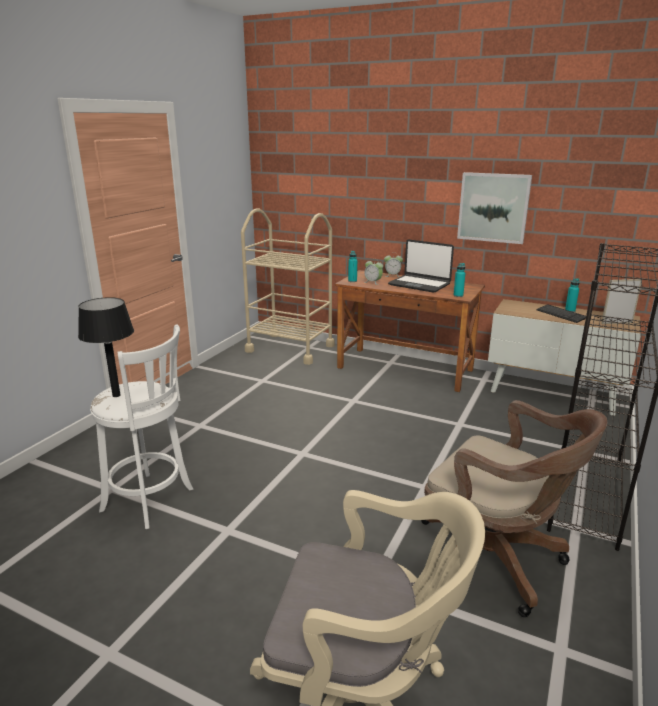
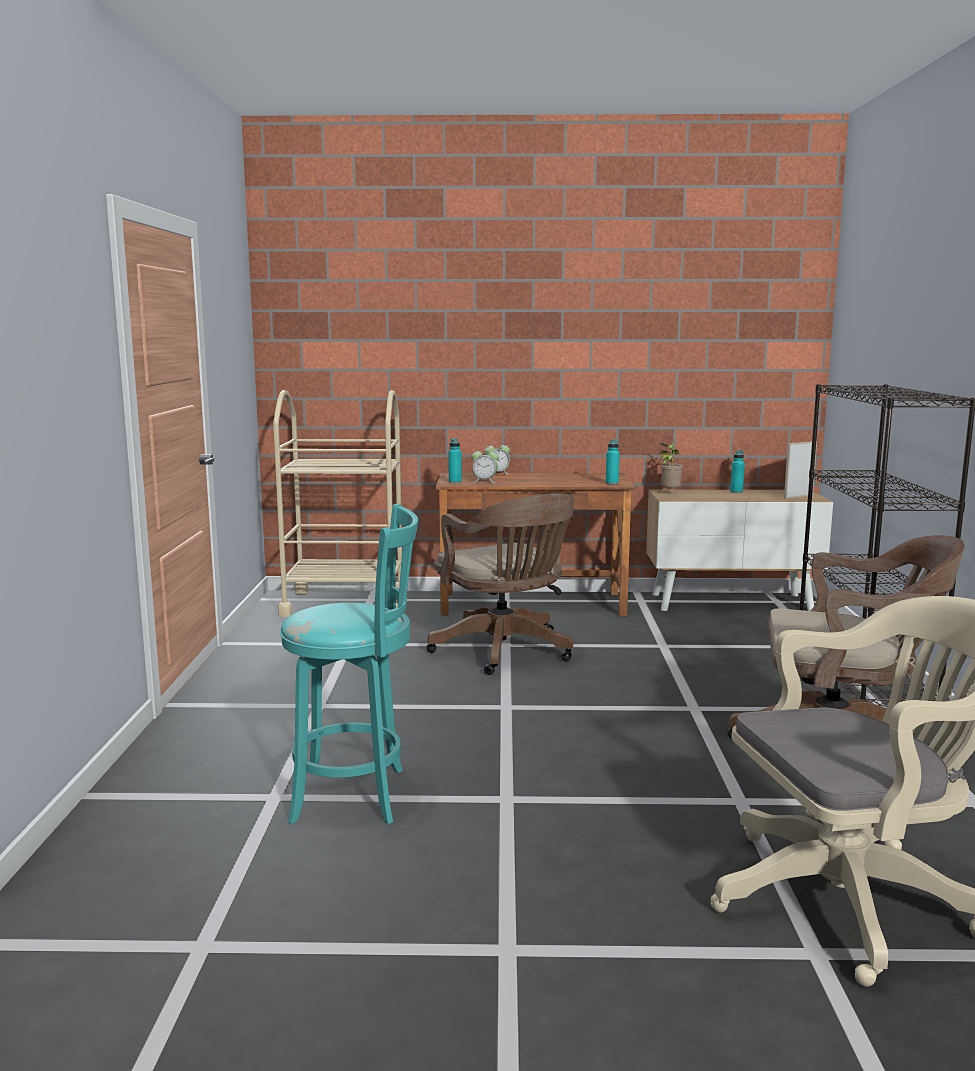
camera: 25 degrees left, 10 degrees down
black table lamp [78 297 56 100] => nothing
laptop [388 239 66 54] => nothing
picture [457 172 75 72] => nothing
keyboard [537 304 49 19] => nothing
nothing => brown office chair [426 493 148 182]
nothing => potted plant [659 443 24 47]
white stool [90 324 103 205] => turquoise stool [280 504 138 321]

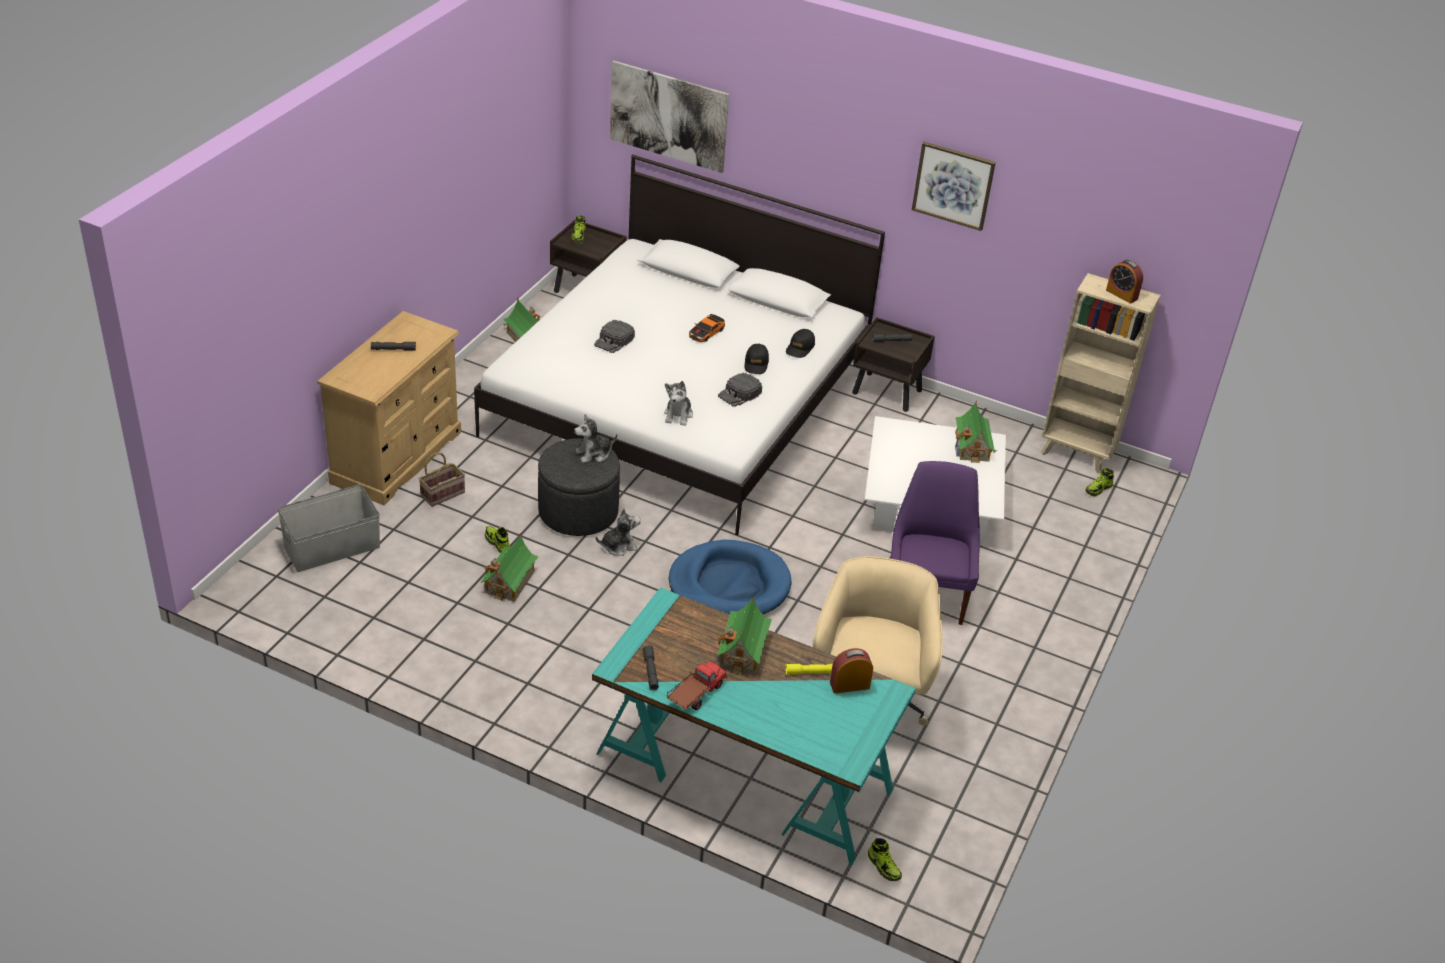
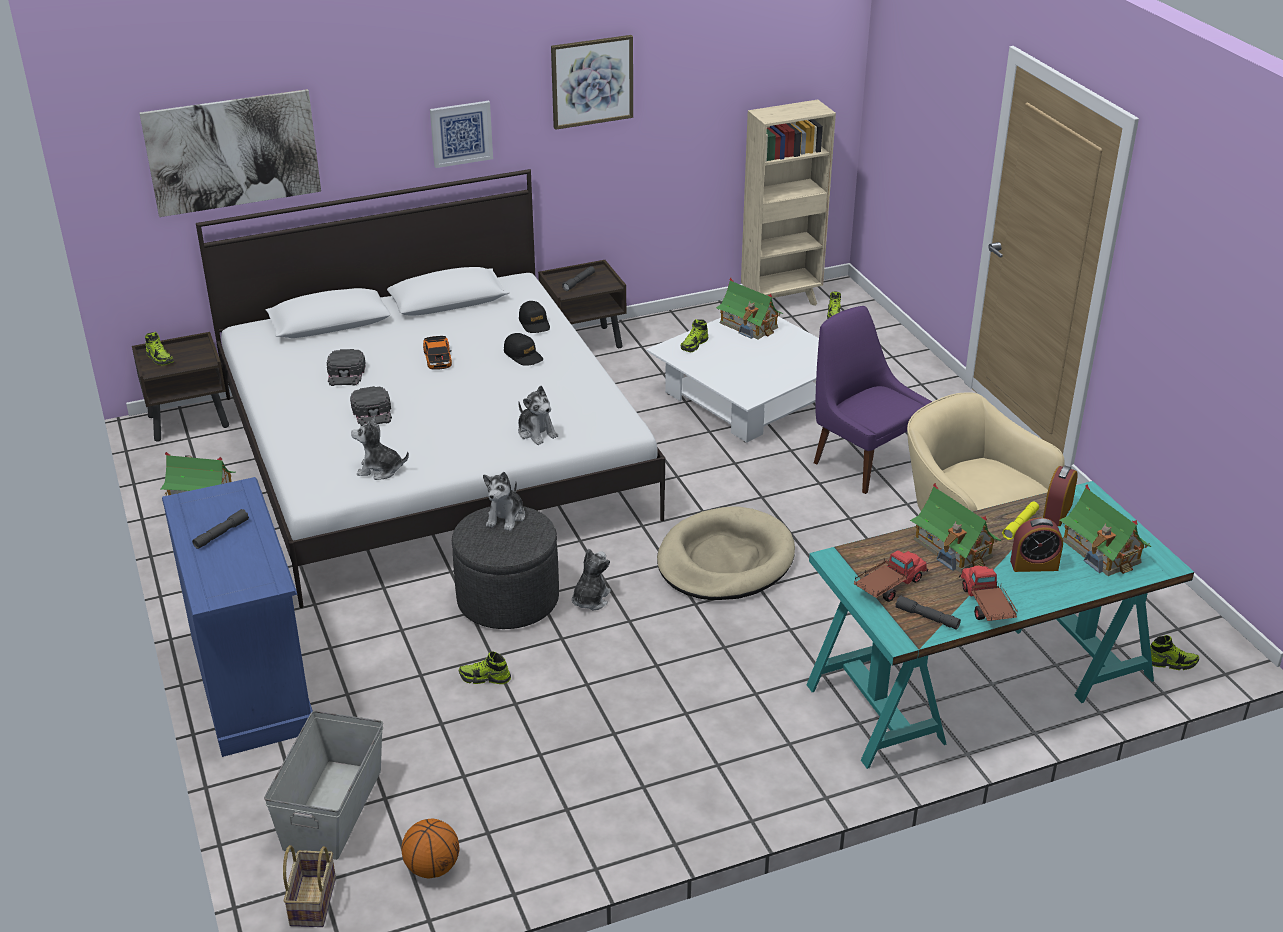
camera: 45 degrees left, 5 degrees down
nothing => plush toy [351 417 58 63]
nothing => basketball [401 819 58 59]
nothing => picture [430 101 63 67]
nothing => shoe [681 319 27 33]
nothing => toy truck [854 550 75 52]
basket [419 452 46 55] => basket [283 845 53 82], moved
toy house [481 533 57 69] => toy house [1060 484 92 92], moved
black cap [718 373 44 33] => black cap [327 349 39 37], moved
alarm clock [1106 260 37 44] => alarm clock [1010 518 53 54], moved
beige dresser [317 311 144 194] => blue dresser [162 477 151 280]
blue dog bed [669 540 123 75] => beige dog bed [657 506 138 94]

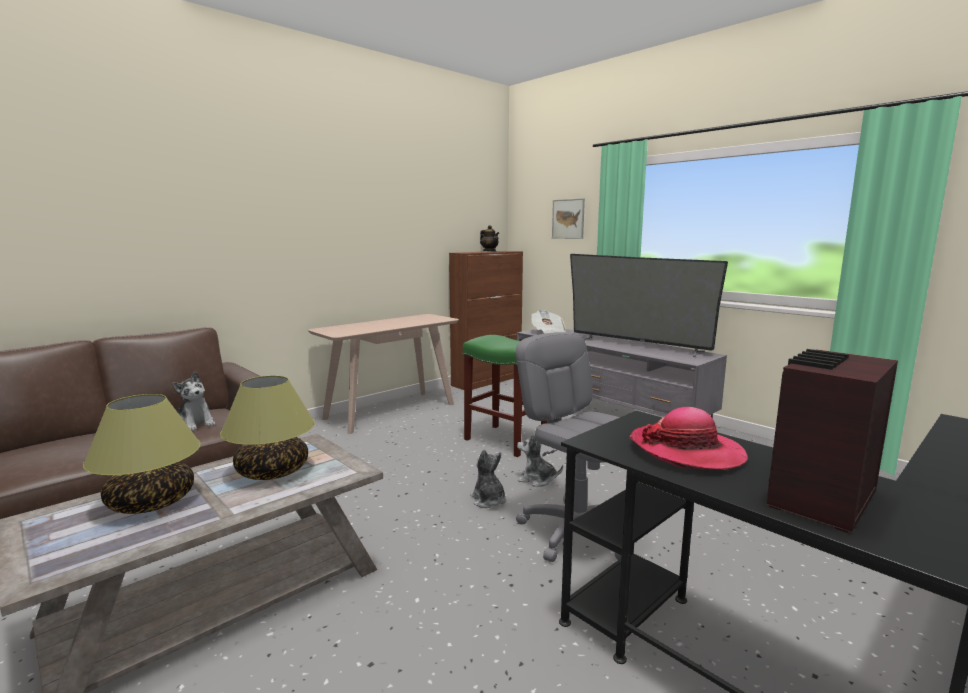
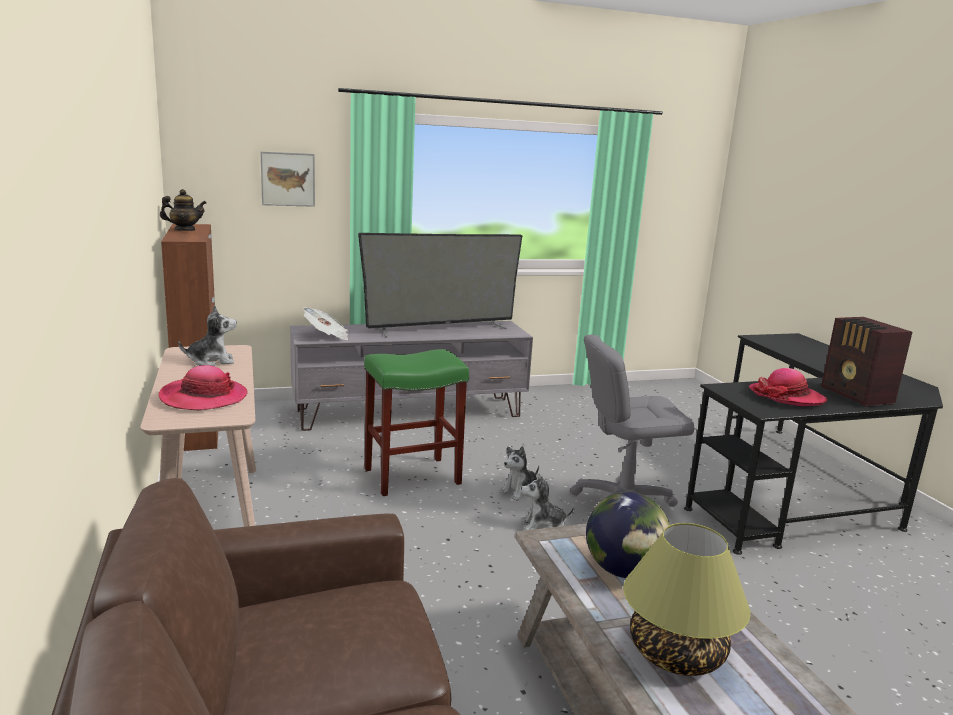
camera: 65 degrees left, 5 degrees up
nothing => hat [159 365 89 45]
plush toy [172 372 43 59] => plush toy [178 305 59 62], moved
table lamp [220 375 95 105] => globe [586 492 84 86]

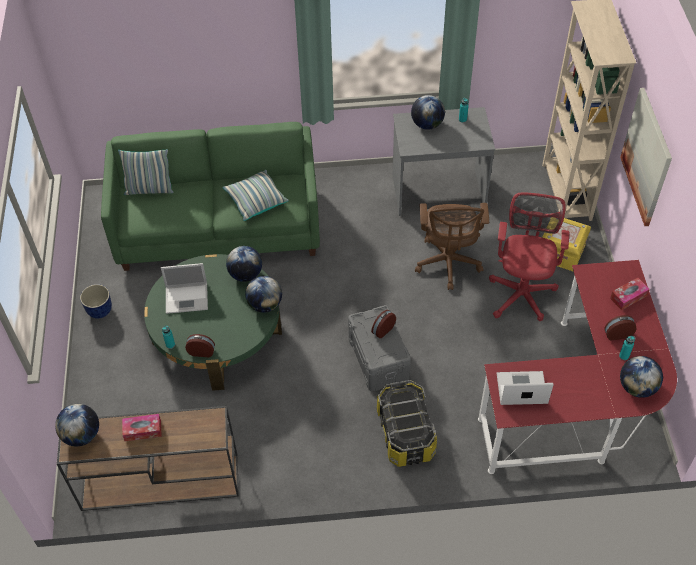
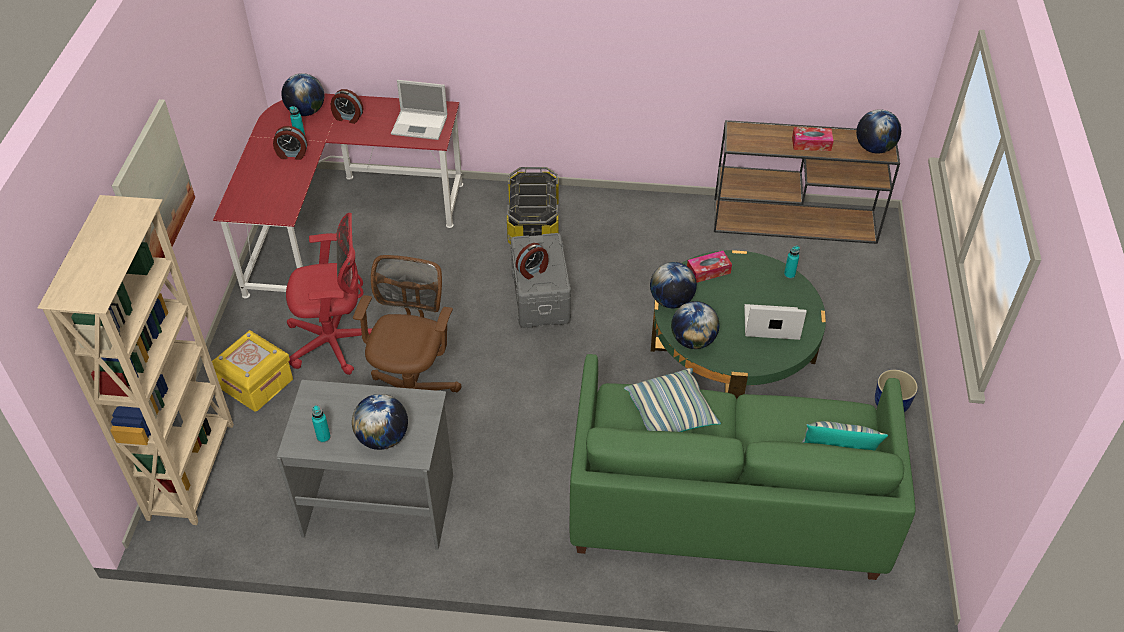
camera: 170 degrees left, 5 degrees down
alarm clock [185 334 30 23] => alarm clock [331 89 32 35], moved
tissue box [610 278 40 32] => tissue box [687 251 45 32], moved
red office chair [489 193 80 128] => red office chair [286 213 86 162], 120 degrees counterclockwise

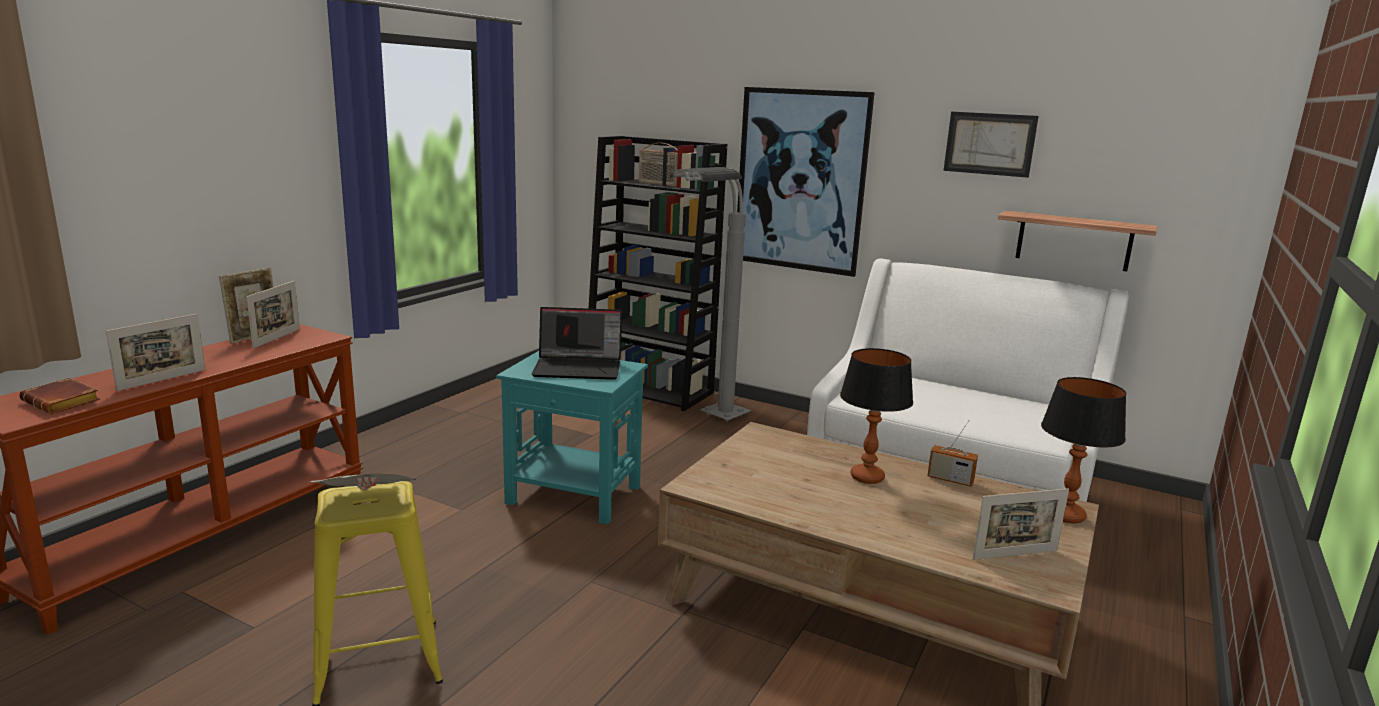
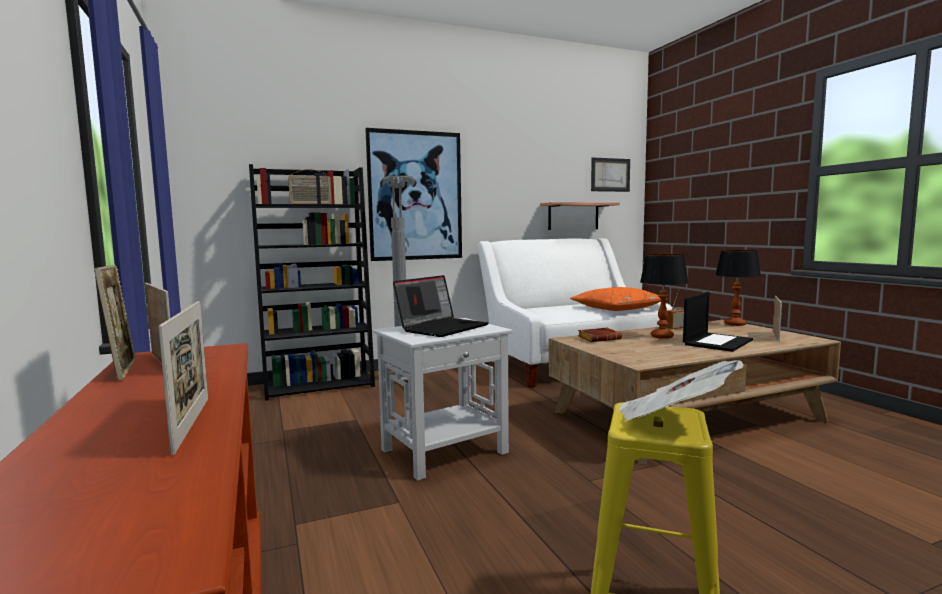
camera: 50 degrees left, 10 degrees down
nothing => orange pillow [570 287 97 24]
nothing => laptop [683 292 70 60]
brown book [19 378 81 36] => brown book [578 328 44 14], moved
picture [943 112 96 66] => picture [591 157 39 35], moved
turquoise side table [496 351 152 173] => white side table [372 318 141 163]

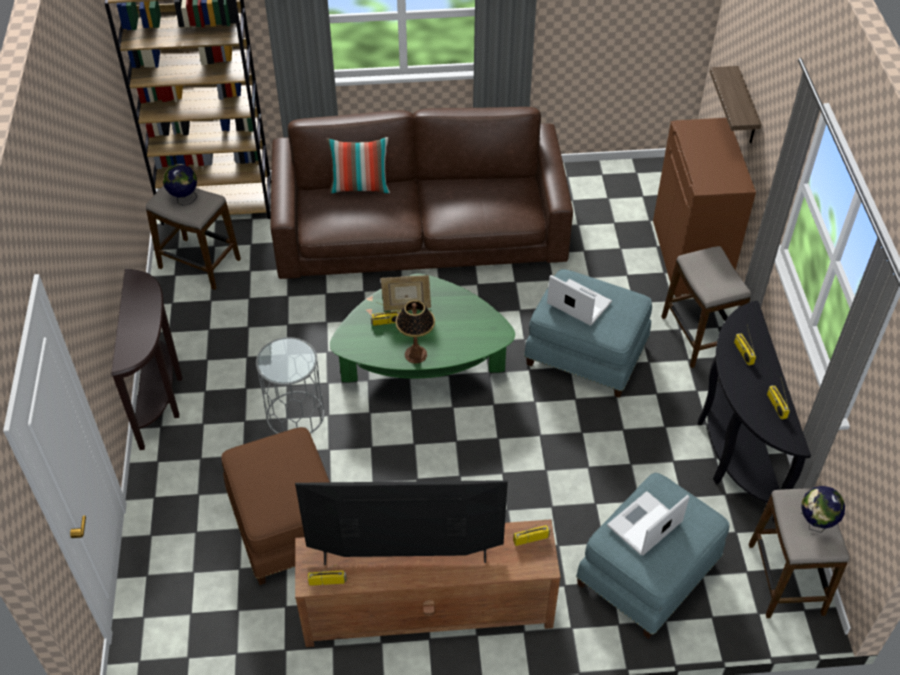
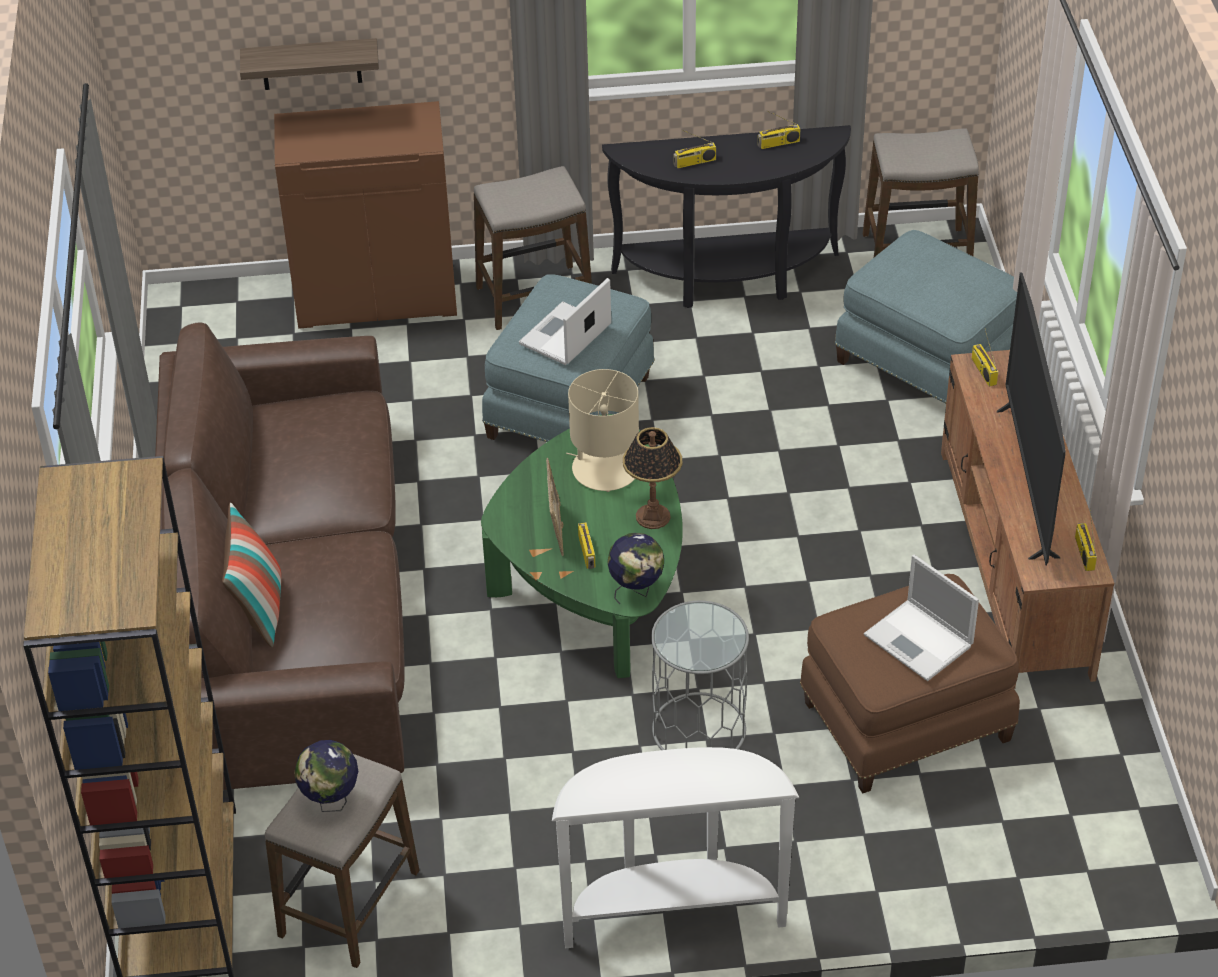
camera: 90 degrees left, 5 degrees down
nothing => beige table lamp [566 369 73 123]
laptop [607 491 82 64] => laptop [864 555 115 126], moved
globe [800 486 45 47] => globe [608 533 56 71], moved
brown console table [111 269 71 181] => white console table [552 747 247 201]

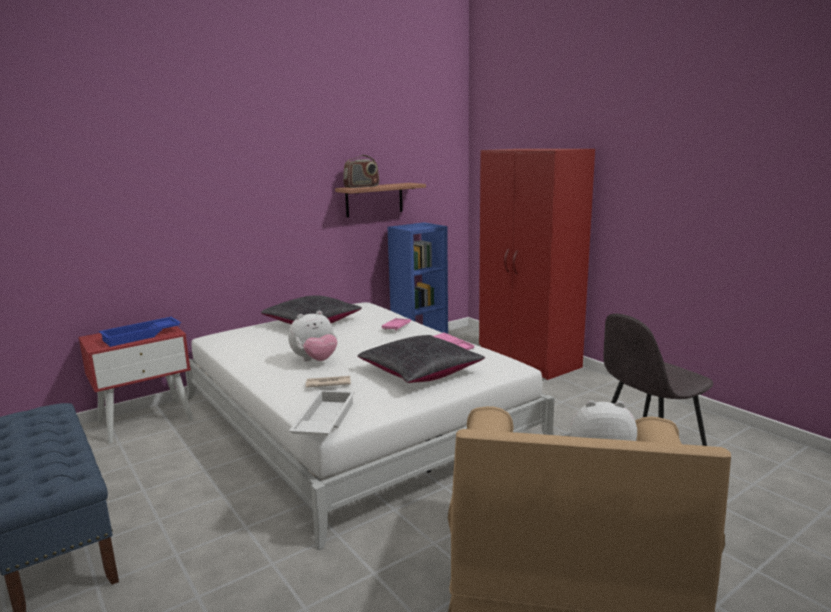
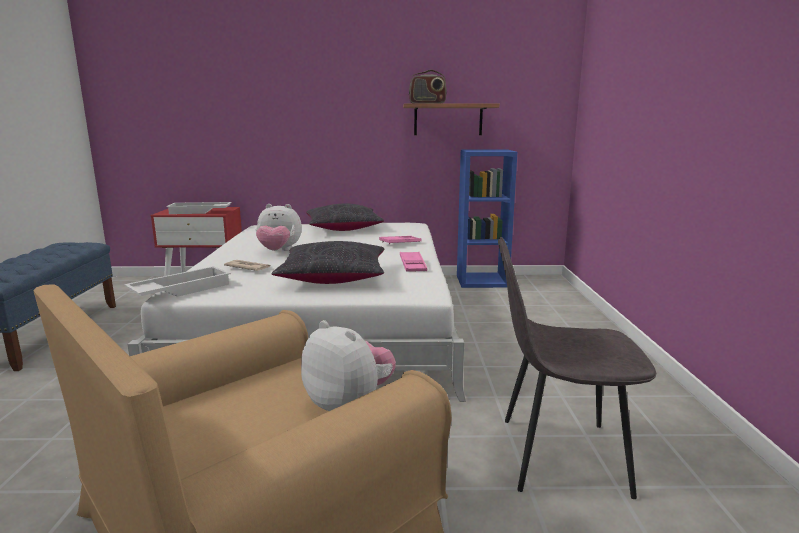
camera: 35 degrees right, 0 degrees up
red wardrobe [479 149 116 231] => nothing
blue tray [99 317 82 30] => white tray [166 202 66 12]

